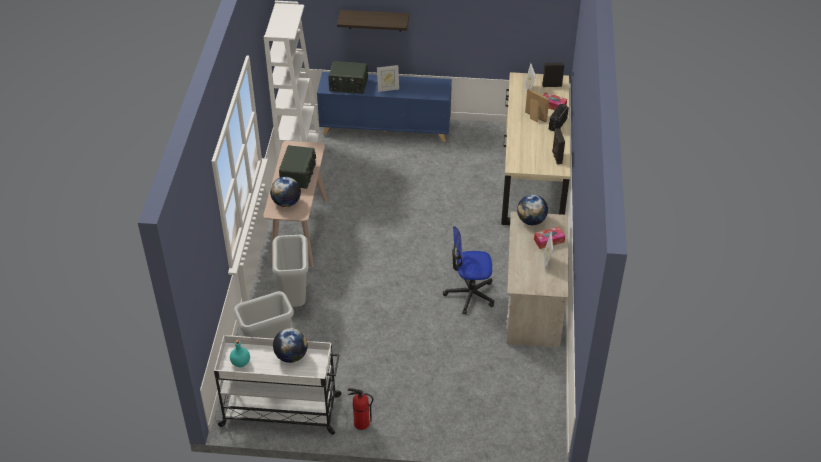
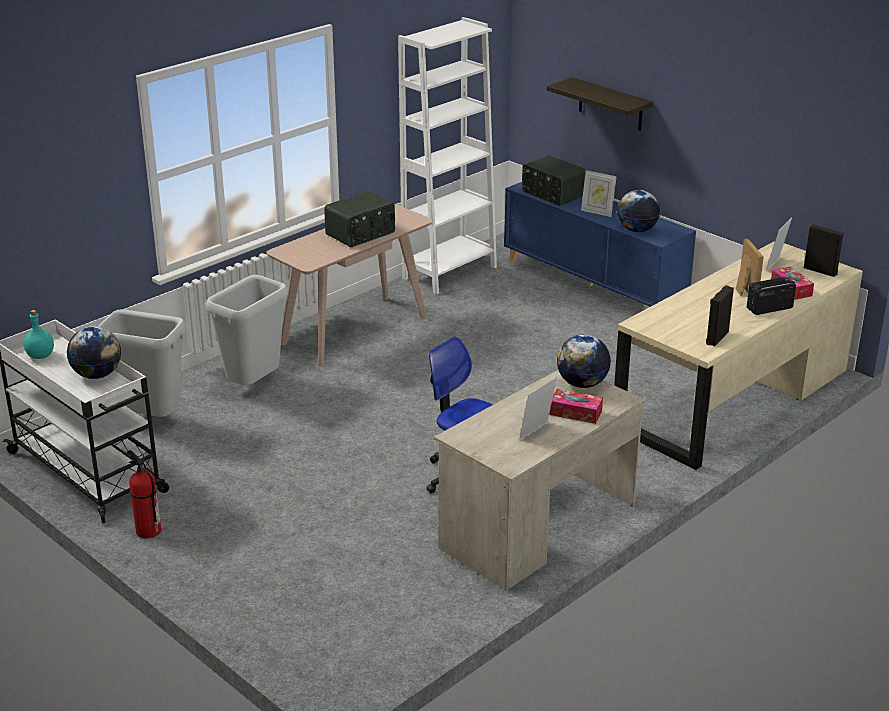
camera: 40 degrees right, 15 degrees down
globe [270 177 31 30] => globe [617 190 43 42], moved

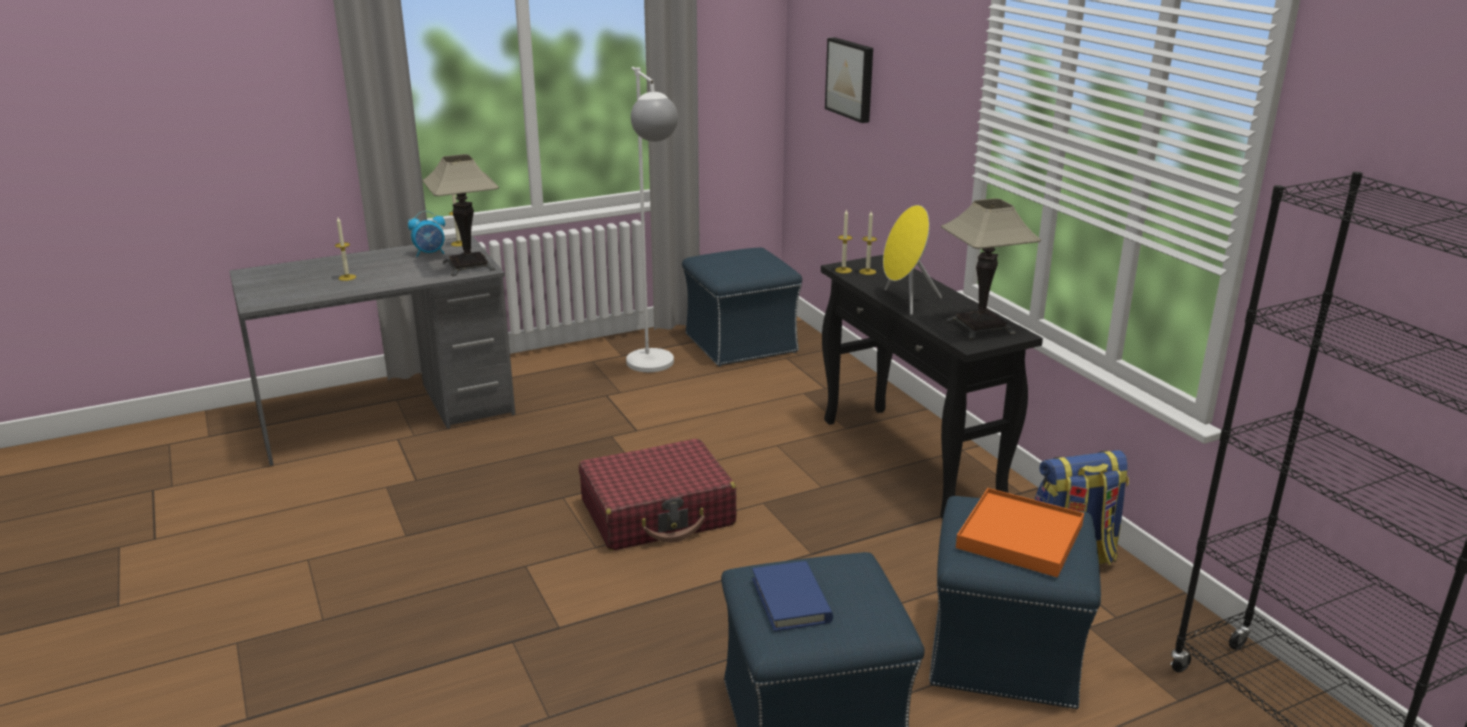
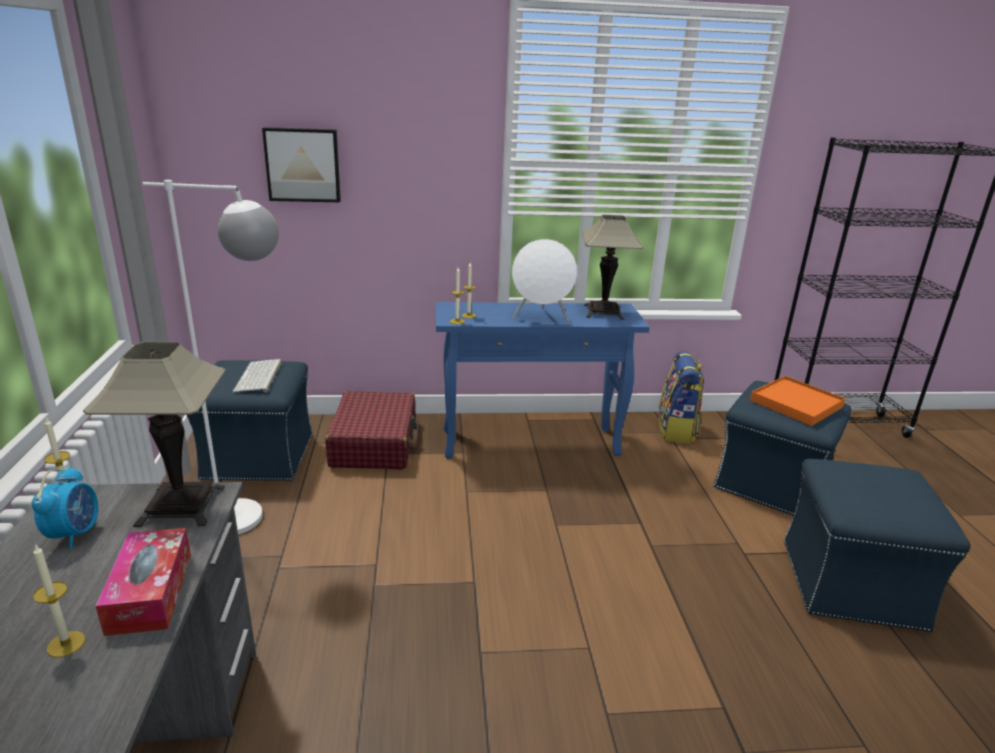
camera: 70 degrees left, 0 degrees up
blue book [752 561 81 70] => nothing
nothing => tissue box [96 528 95 108]
nothing => keyboard [233 359 49 33]
red suitcase [579 439 158 112] => red suitcase [325 391 92 78], moved
black console table [821 255 222 264] => blue console table [435 302 215 156]
yellow speaker [883 205 59 110] => white speaker [512 239 65 85]

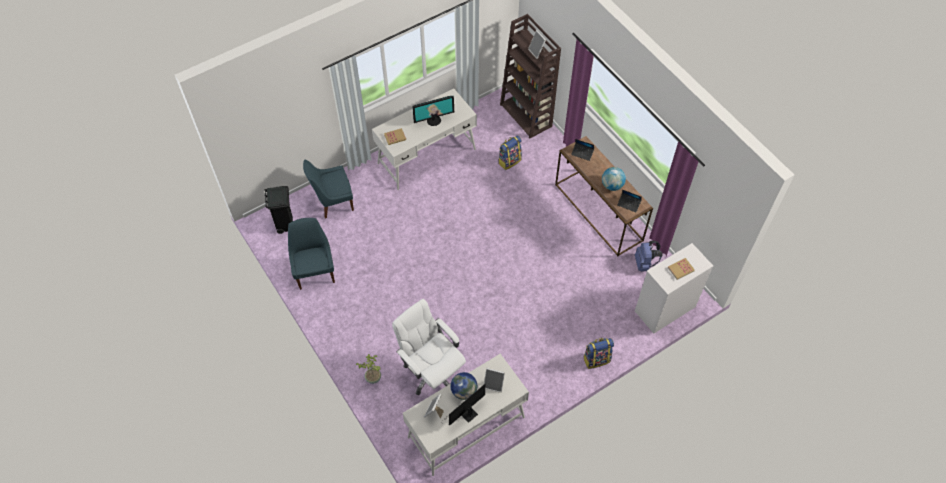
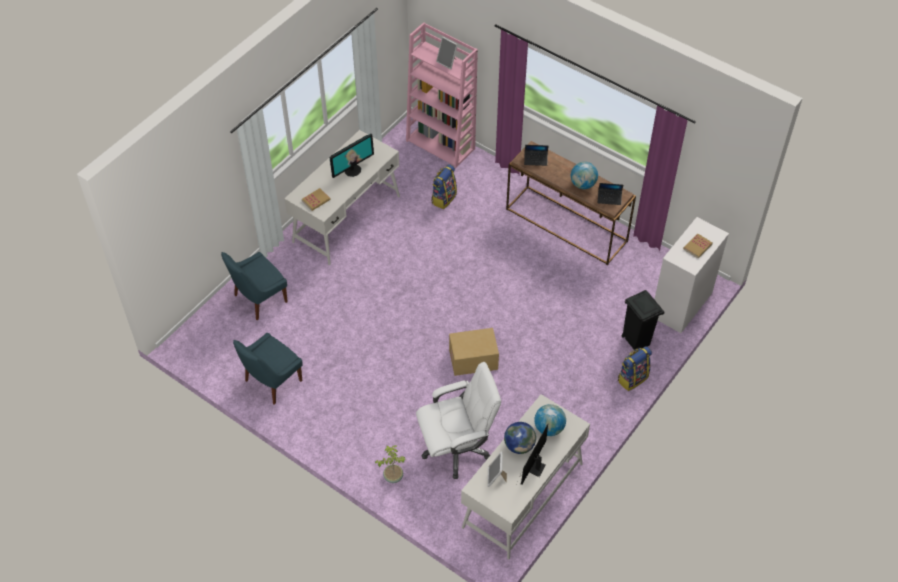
camera: 20 degrees left, 5 degrees down
blue backpack [635 240 28 32] => nothing
nothing => cardboard box [449 328 50 48]
black trash can [265 186 28 48] => black trash can [622 290 42 61], moved
picture frame [484 368 21 25] => globe [534 404 32 32]
brown bookcase [500 14 61 125] => pink bookcase [406 22 72 146]
blue chair [288 218 47 72] => blue chair [233 333 69 72], 105 degrees counterclockwise
white office chair [392 299 74 96] => white office chair [416 362 85 117], 135 degrees clockwise

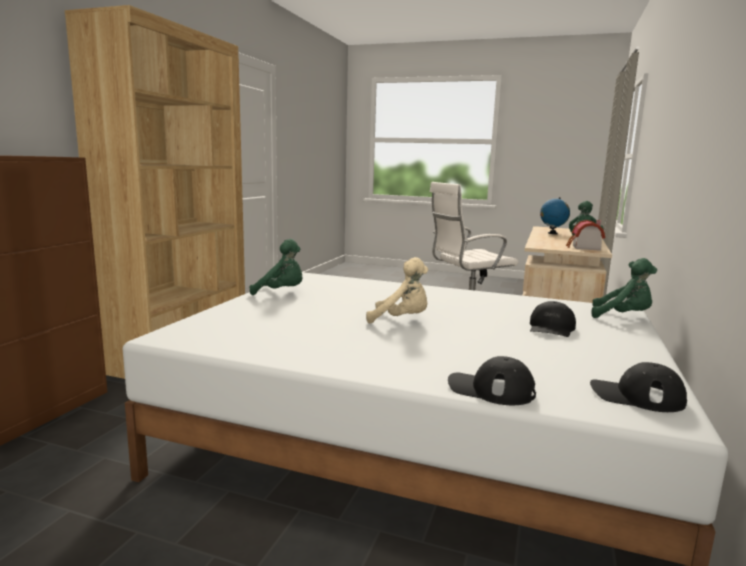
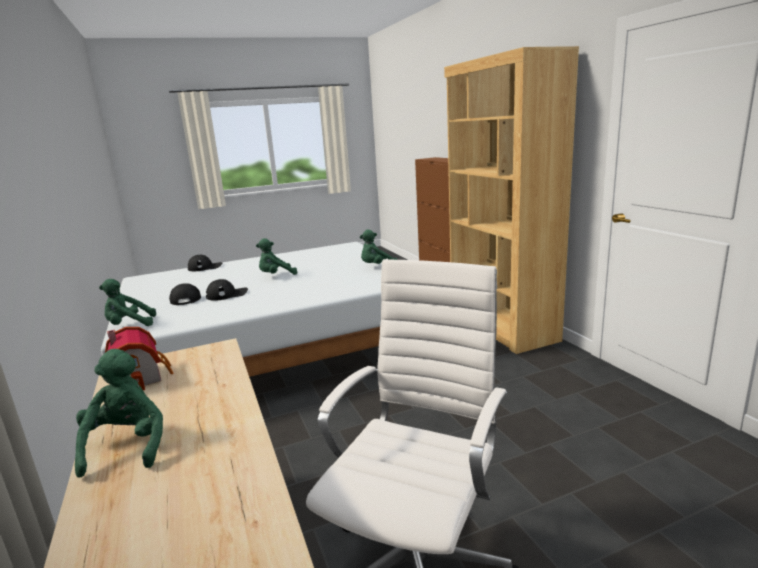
camera: 140 degrees right, 5 degrees up
globe [540 197 30 37] => nothing
black cap [590 362 97 50] => black cap [206 279 42 22], moved
beige plush toy [366 257 62 66] => green plush toy [256 238 41 37]

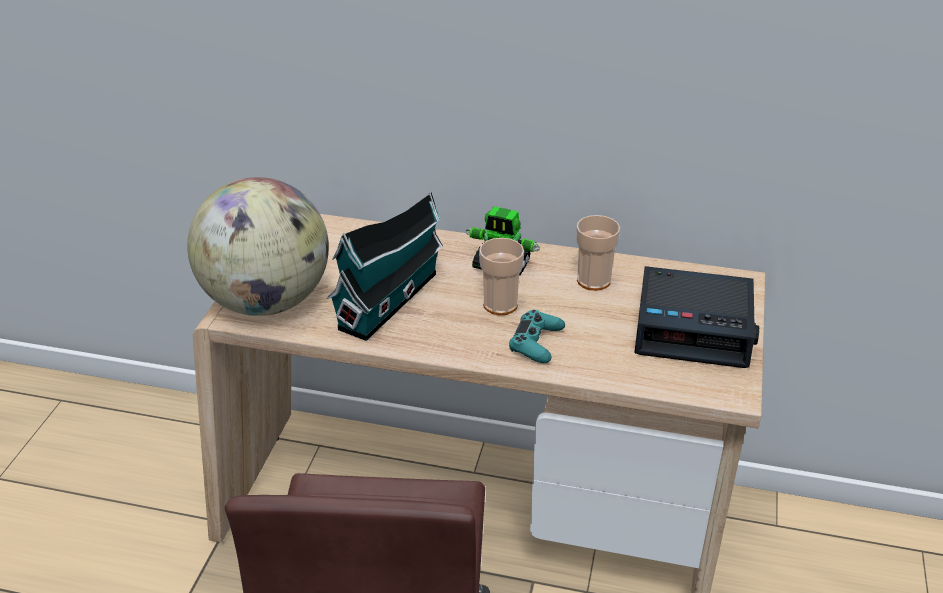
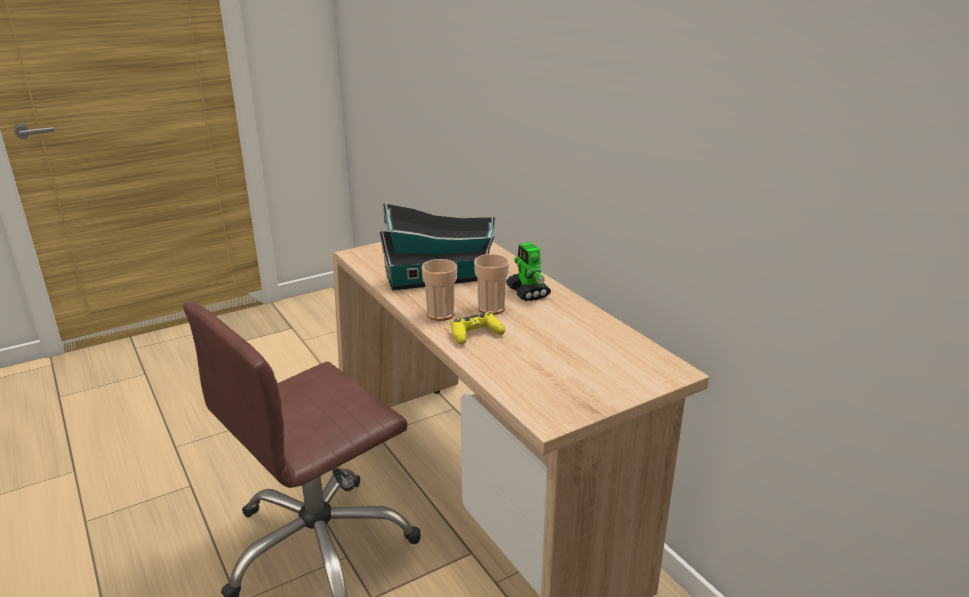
camera: 45 degrees right, 10 degrees down
globe [187 177 142 139] => nothing
alarm clock [634 266 125 102] => nothing
cup [576 215 44 76] => cup [422 259 35 62], moved
turquoise game controller [509 310 56 53] => yellow game controller [450 312 55 32]

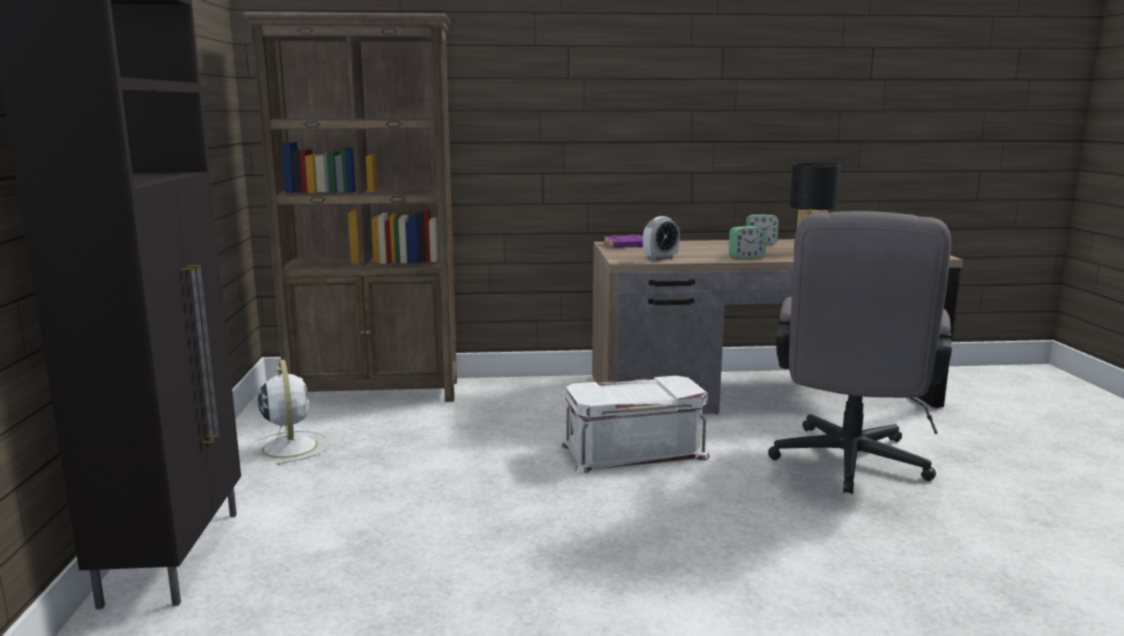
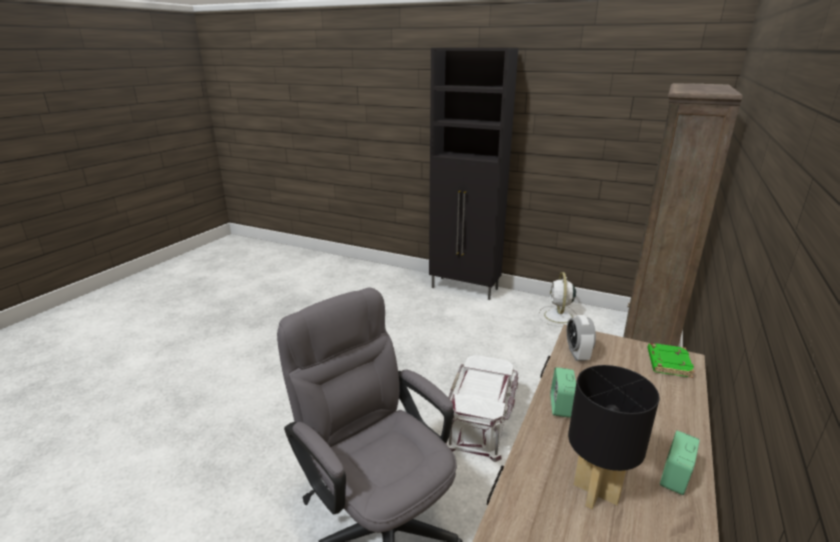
camera: 120 degrees right, 10 degrees up
purple book [604 234 39 14] => green book [647 343 48 35]
white fan [248 360 81 105] => white fan [539 272 37 55], 90 degrees clockwise

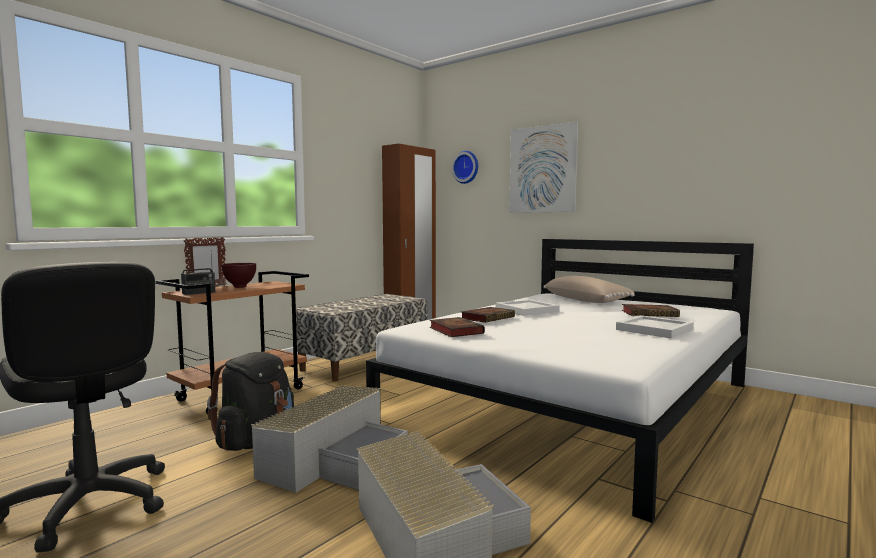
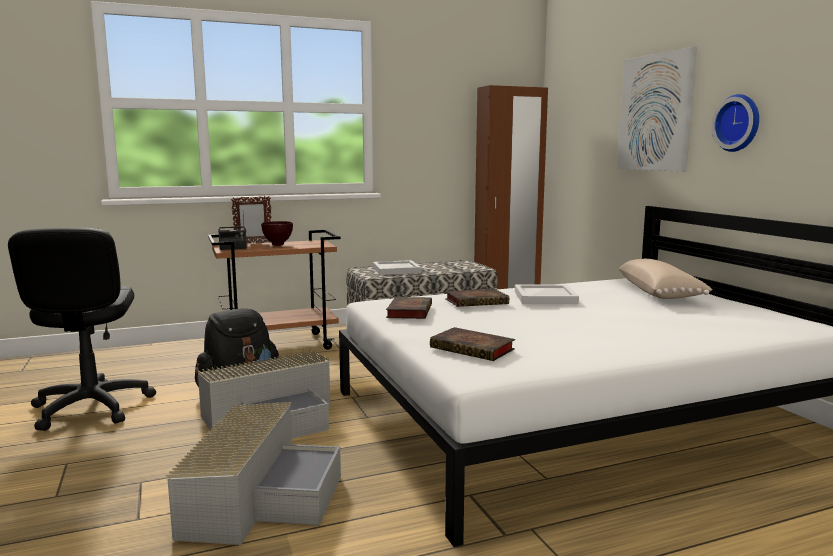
camera: 30 degrees right, 5 degrees up
wall clock [452 151 26 33] => wall clock [711 94 48 58], moved
white tray [616 315 78 24] => white tray [373 260 48 15], moved
book [622 304 58 13] => book [430 327 85 34], moved

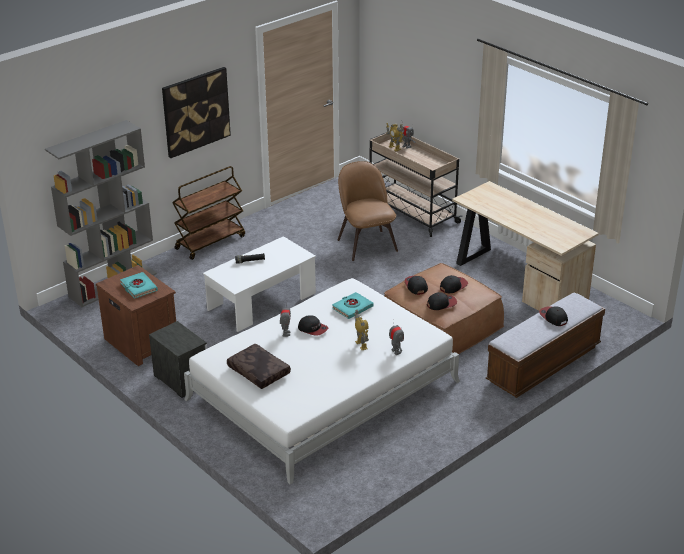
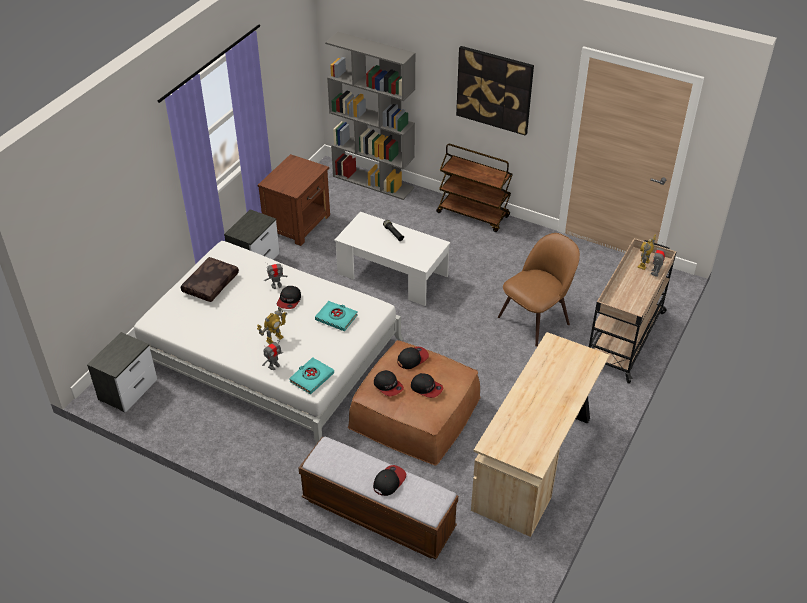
camera: 70 degrees right, 10 degrees up
nothing => nightstand [87 332 71 80]
turquoise book [120 272 38 27] => turquoise book [289 357 45 37], moved

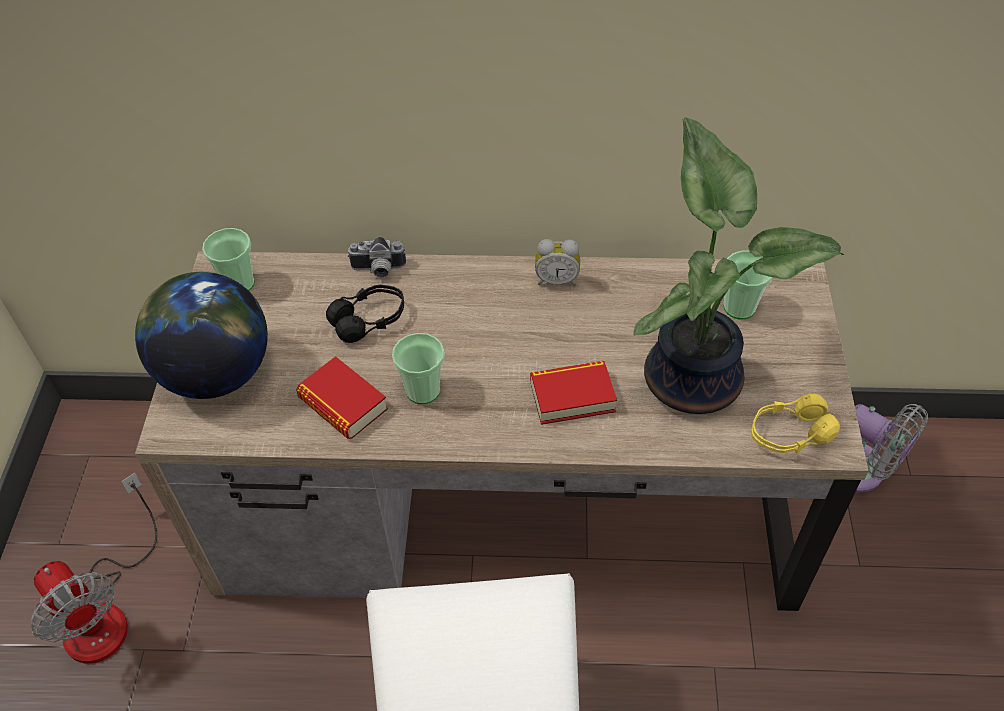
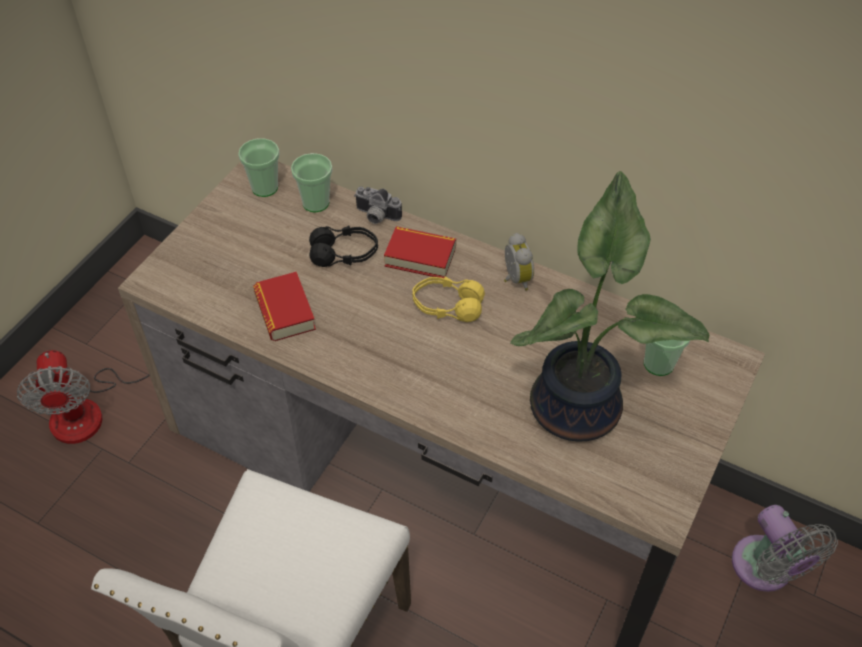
camera: 25 degrees right, 0 degrees up
globe [135 272 133 127] => nothing
cup [392 333 52 71] => cup [291 153 42 60], moved
book [530 361 87 64] => book [384 226 72 52], moved
yellow headphones [751 394 89 59] => yellow headphones [412 276 73 46], moved
alarm clock [535 239 45 47] => alarm clock [504 233 30 57], 135 degrees counterclockwise

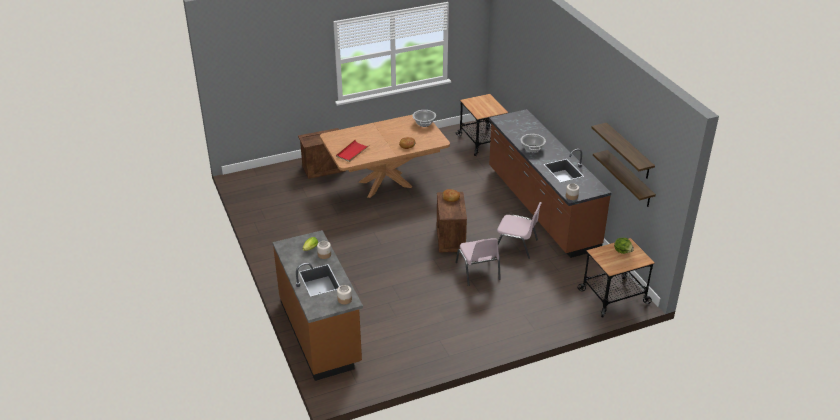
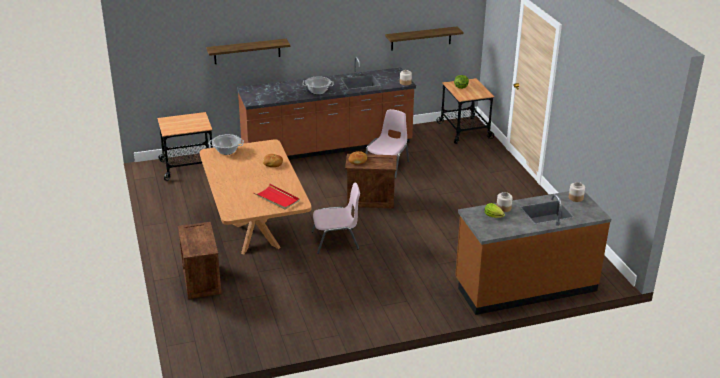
camera: 85 degrees left, 5 degrees down
pink chair [455 238 46 48] => pink chair [312 183 48 71], moved
shelf [591 123 64 56] => shelf [206 39 84 25], moved

